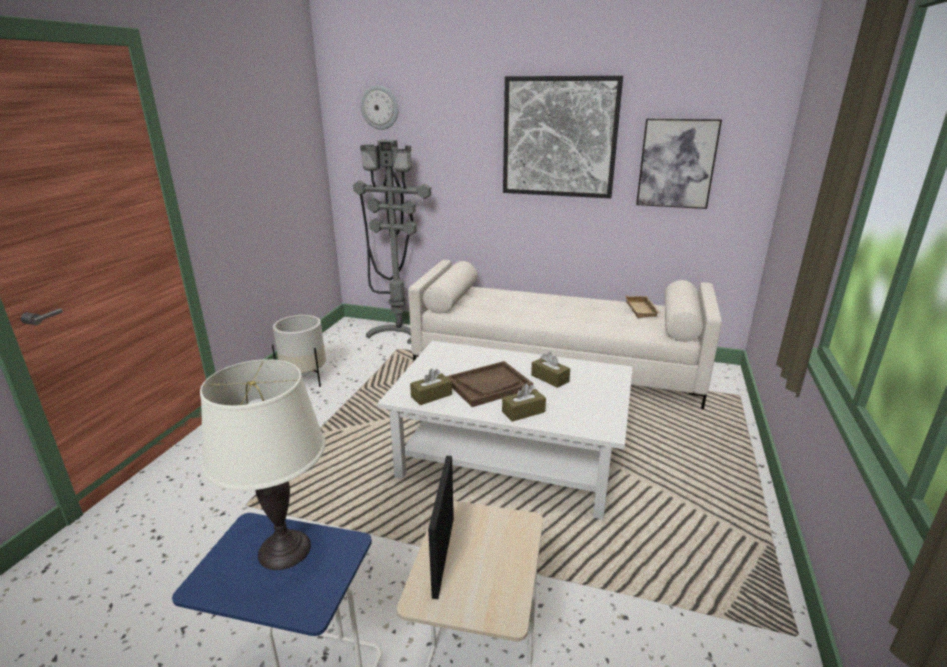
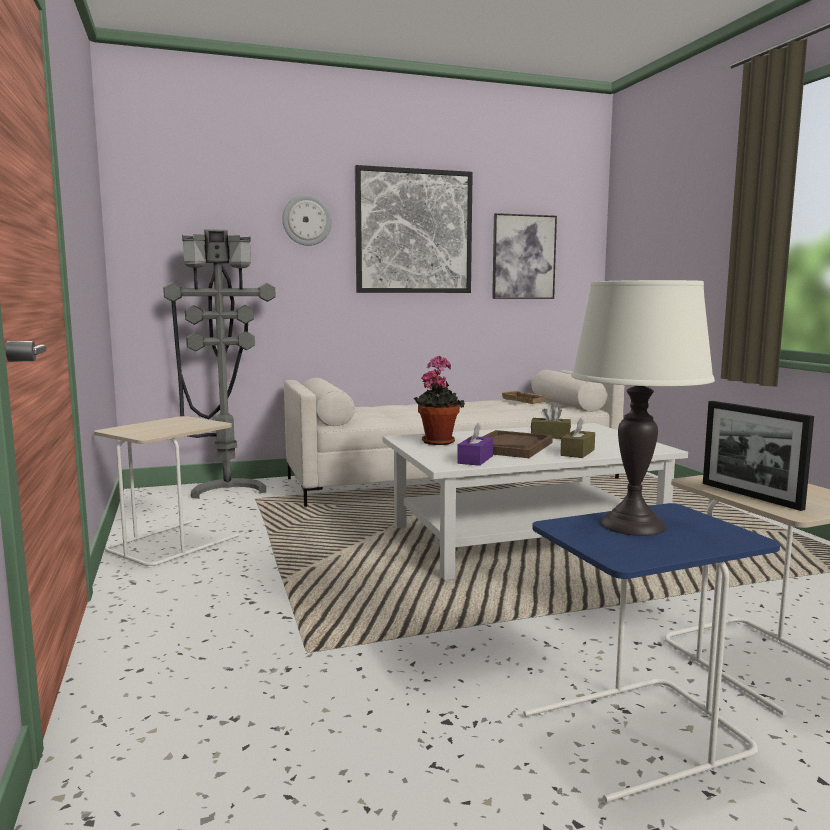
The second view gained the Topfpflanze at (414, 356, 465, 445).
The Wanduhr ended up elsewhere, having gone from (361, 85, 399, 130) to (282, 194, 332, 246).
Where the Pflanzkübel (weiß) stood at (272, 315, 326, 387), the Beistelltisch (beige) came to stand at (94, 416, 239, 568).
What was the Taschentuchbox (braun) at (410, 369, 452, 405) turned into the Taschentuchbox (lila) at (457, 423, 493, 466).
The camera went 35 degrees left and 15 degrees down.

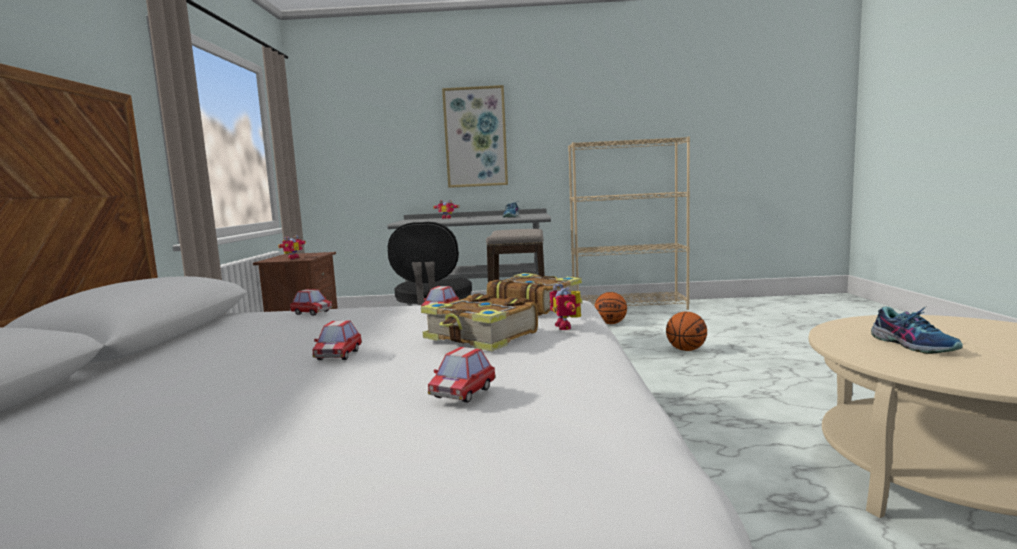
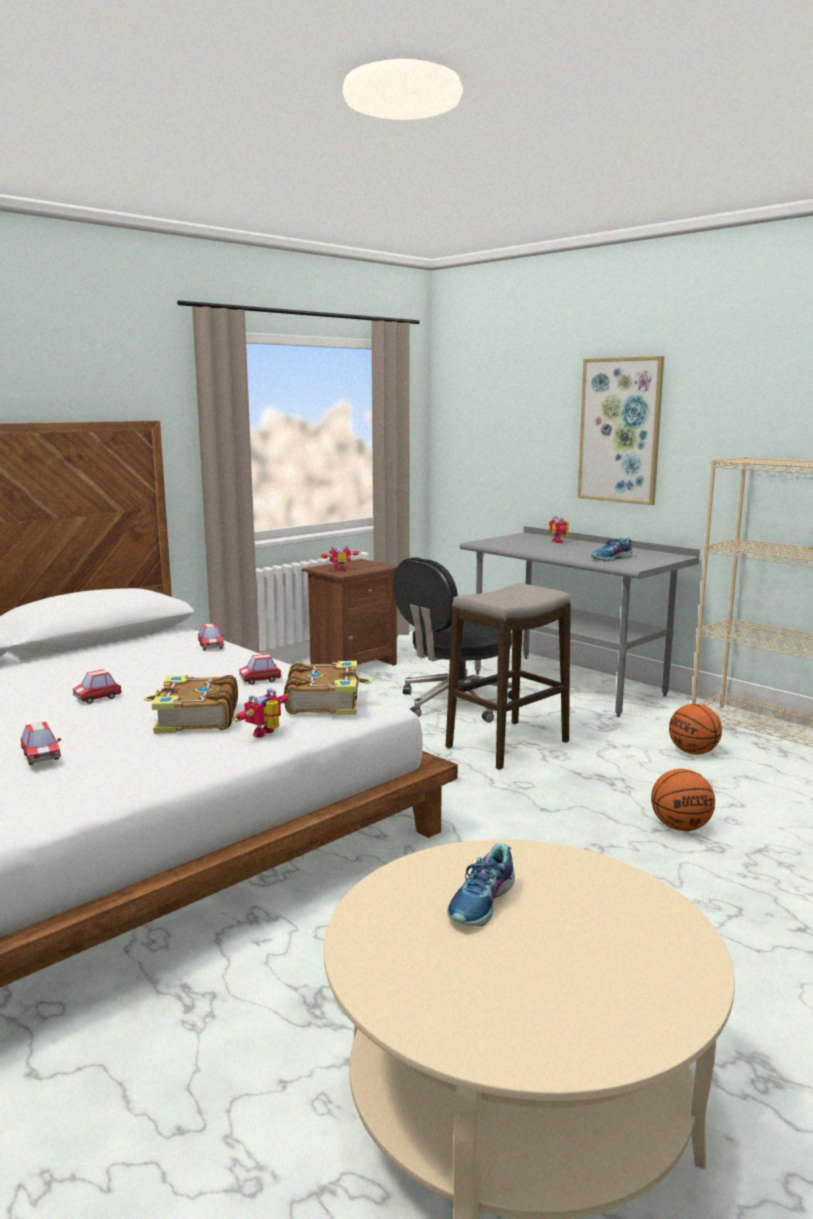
The Spielzeugauto at (428, 347, 496, 403) ended up facing another way, 105 degrees counterclockwise from before.
The camera went 45 degrees right and 5 degrees up.

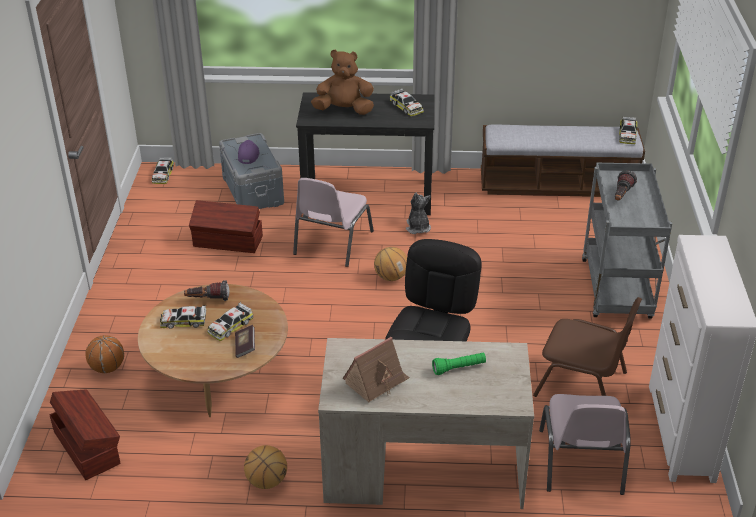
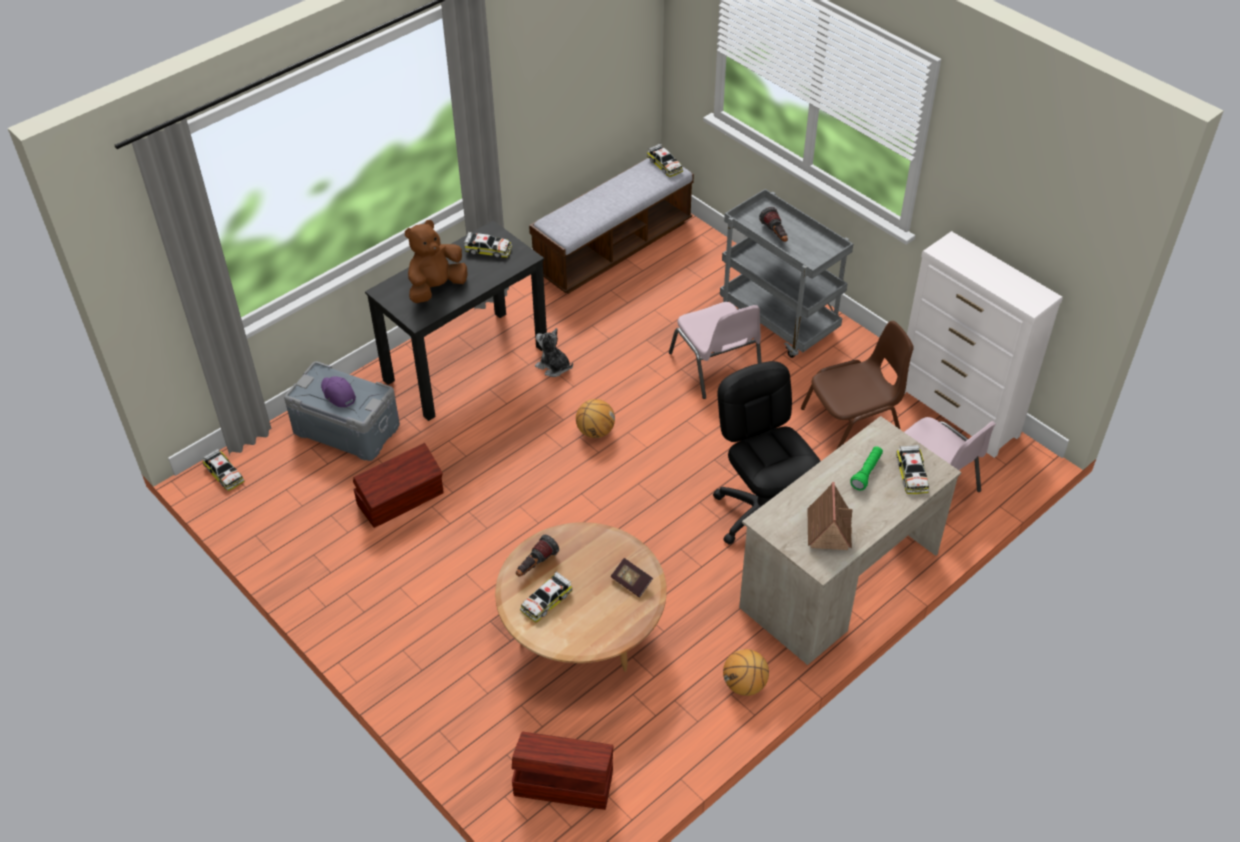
The second view lost the Basketball at (85, 335, 124, 373).
The Spielzeugauto ended up elsewhere, having gone from (207, 302, 253, 341) to (896, 445, 929, 494).
The Stuhl (rosa) ended up elsewhere, having gone from (293, 178, 374, 267) to (669, 302, 762, 399).
The camera went 45 degrees left and 10 degrees up.

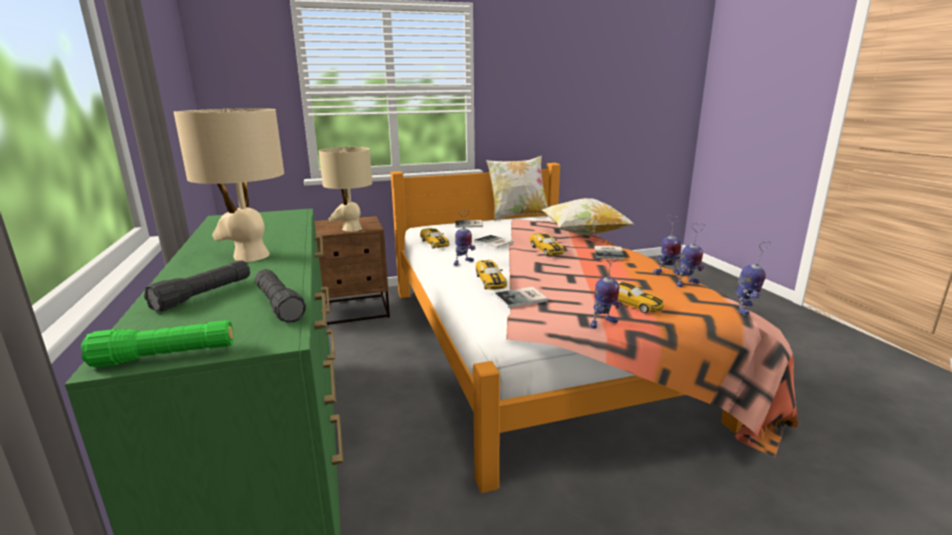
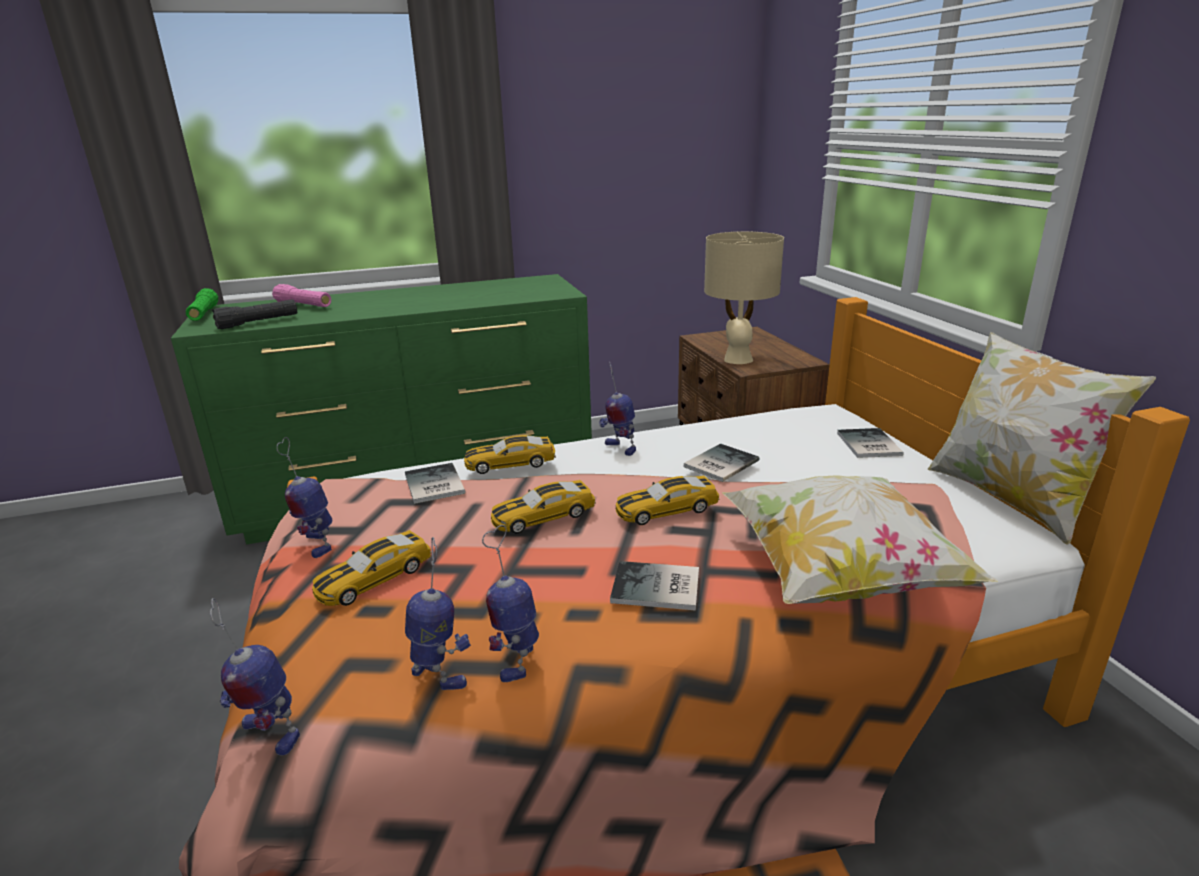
The second view lost the Tischlampe (beige) at (174, 108, 284, 262).
The Spielzeugauto ended up elsewhere, having gone from (420, 228, 450, 248) to (491, 480, 596, 534).
What was the Taschenlampe (schwarz) at (144, 260, 250, 312) turned into the Taschenlampe (rosa) at (272, 284, 331, 307).
The Spielzeugroboter at (676, 223, 705, 287) ended up facing another way, 150 degrees clockwise from before.
The camera went 90 degrees right and 5 degrees up.

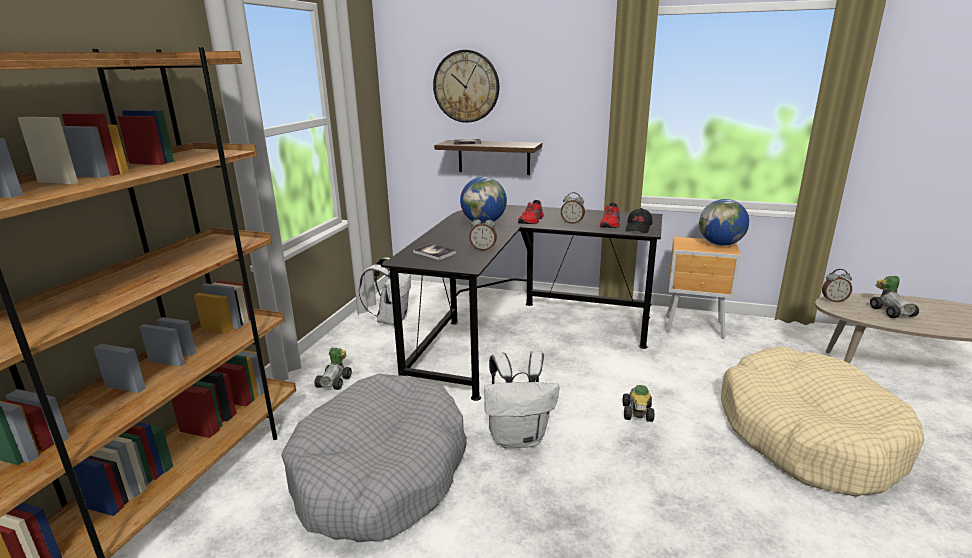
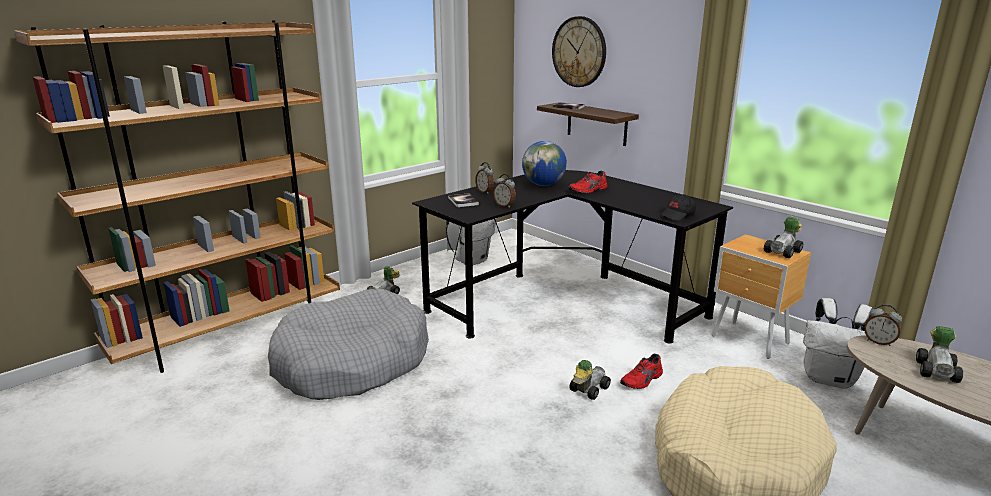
The Rucksack (weiß) ended up elsewhere, having gone from (484, 351, 559, 448) to (803, 298, 873, 389).
The Wecker ended up elsewhere, having gone from (561, 192, 585, 224) to (475, 162, 494, 194).
The Schuh (rot) ended up elsewhere, having gone from (600, 203, 620, 228) to (620, 353, 663, 389).
Where the Globus stood at (699, 199, 749, 246), the Spielzeugauto came to stand at (764, 216, 803, 258).
The camera went 30 degrees right and 0 degrees up.

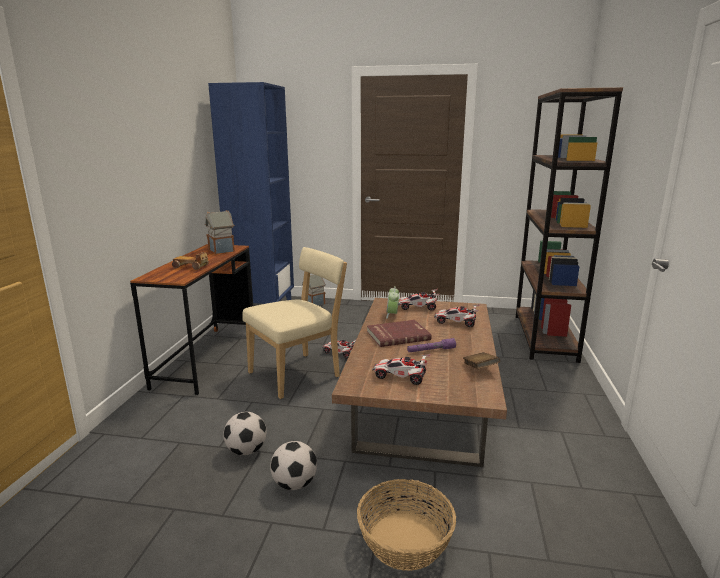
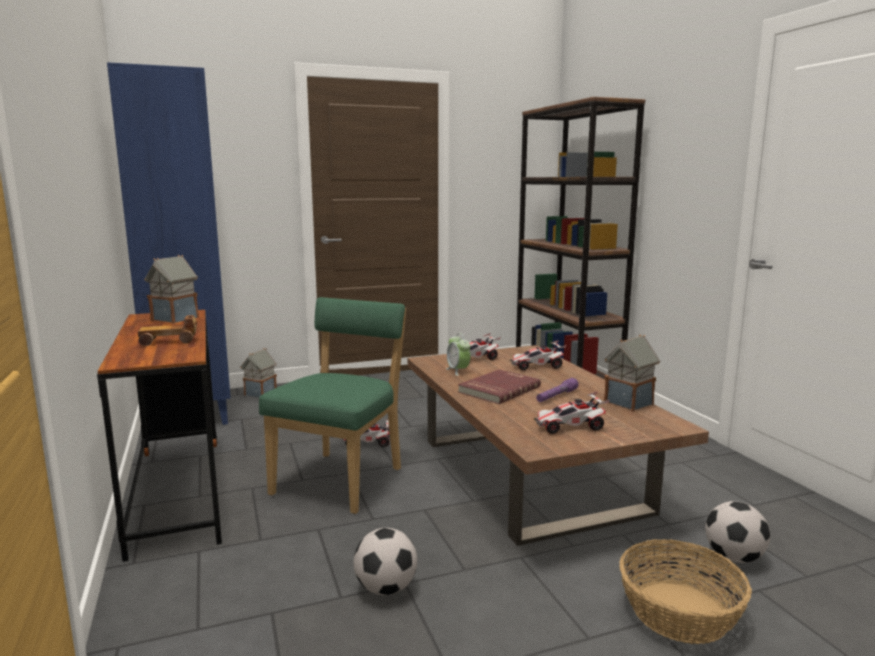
The Fußball ended up elsewhere, having gone from (270, 441, 317, 490) to (705, 501, 770, 563).
Where the Buch (braun) stood at (463, 352, 500, 369), the Spielzeughaus came to stand at (604, 335, 660, 412).
What was the Stuhl (beige) at (242, 247, 347, 399) turned into the Stuhl (grün) at (259, 297, 406, 514).
The camera went 30 degrees left and 5 degrees down.

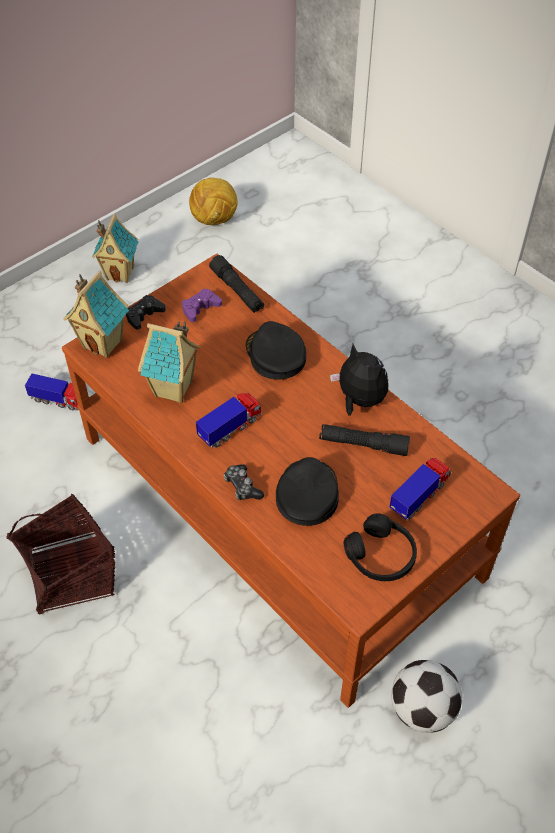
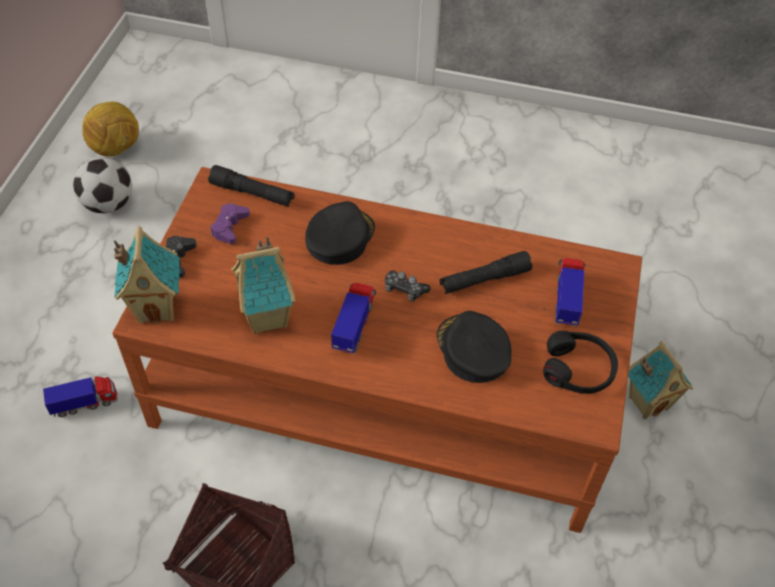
The second view lost the Plüschtier at (330, 344, 388, 416).
The Spielzeughaus ended up elsewhere, having gone from (92, 214, 139, 283) to (628, 341, 693, 419).
The Gamepad ended up elsewhere, having gone from (224, 464, 264, 500) to (385, 270, 431, 302).
The Fußball ended up elsewhere, having gone from (391, 660, 462, 733) to (73, 156, 132, 214).
The Kappe (schwarz) at (246, 321, 306, 380) ended up facing another way, 90 degrees clockwise from before.
The camera went 35 degrees left and 0 degrees up.

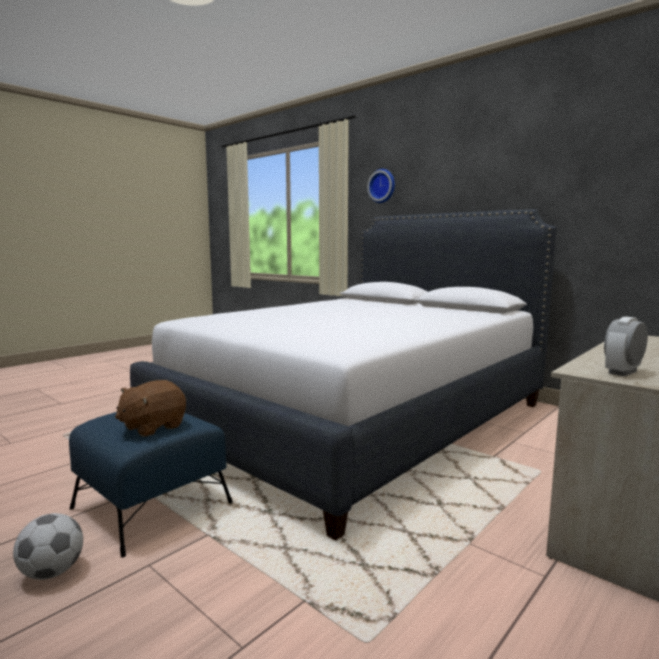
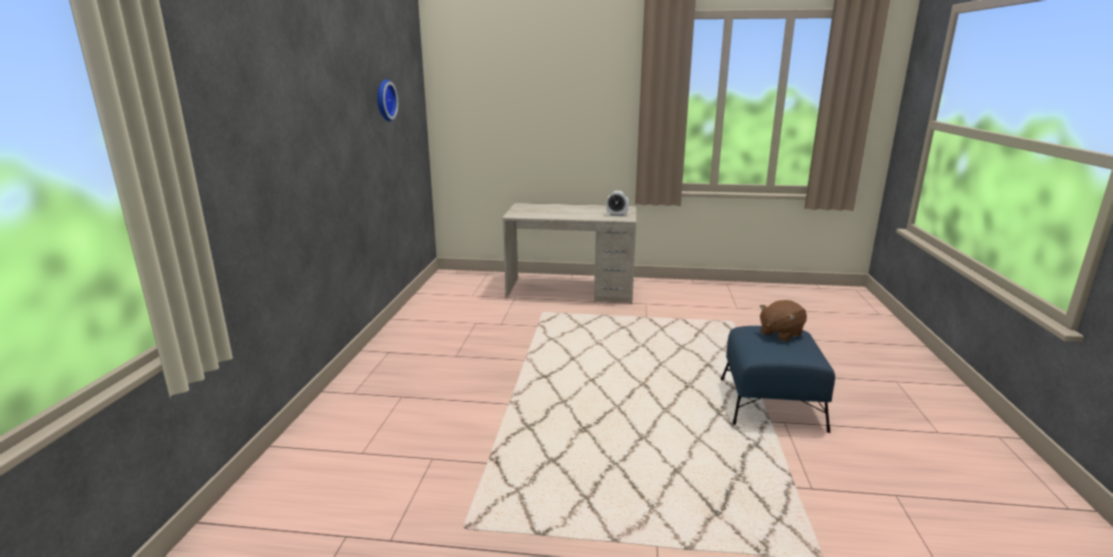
The second view lost the Fußball at (13, 513, 83, 580).
The second view lost the Bett (weiß) at (130, 209, 557, 540).
The Wanduhr ended up elsewhere, having gone from (367, 169, 395, 203) to (377, 79, 398, 121).
The Plüschtier (braun) at (115, 380, 186, 437) ended up facing another way, 135 degrees clockwise from before.
The camera went 125 degrees left and 10 degrees up.

